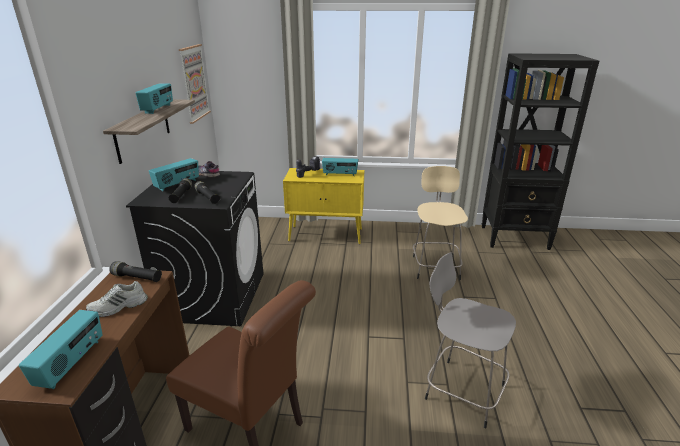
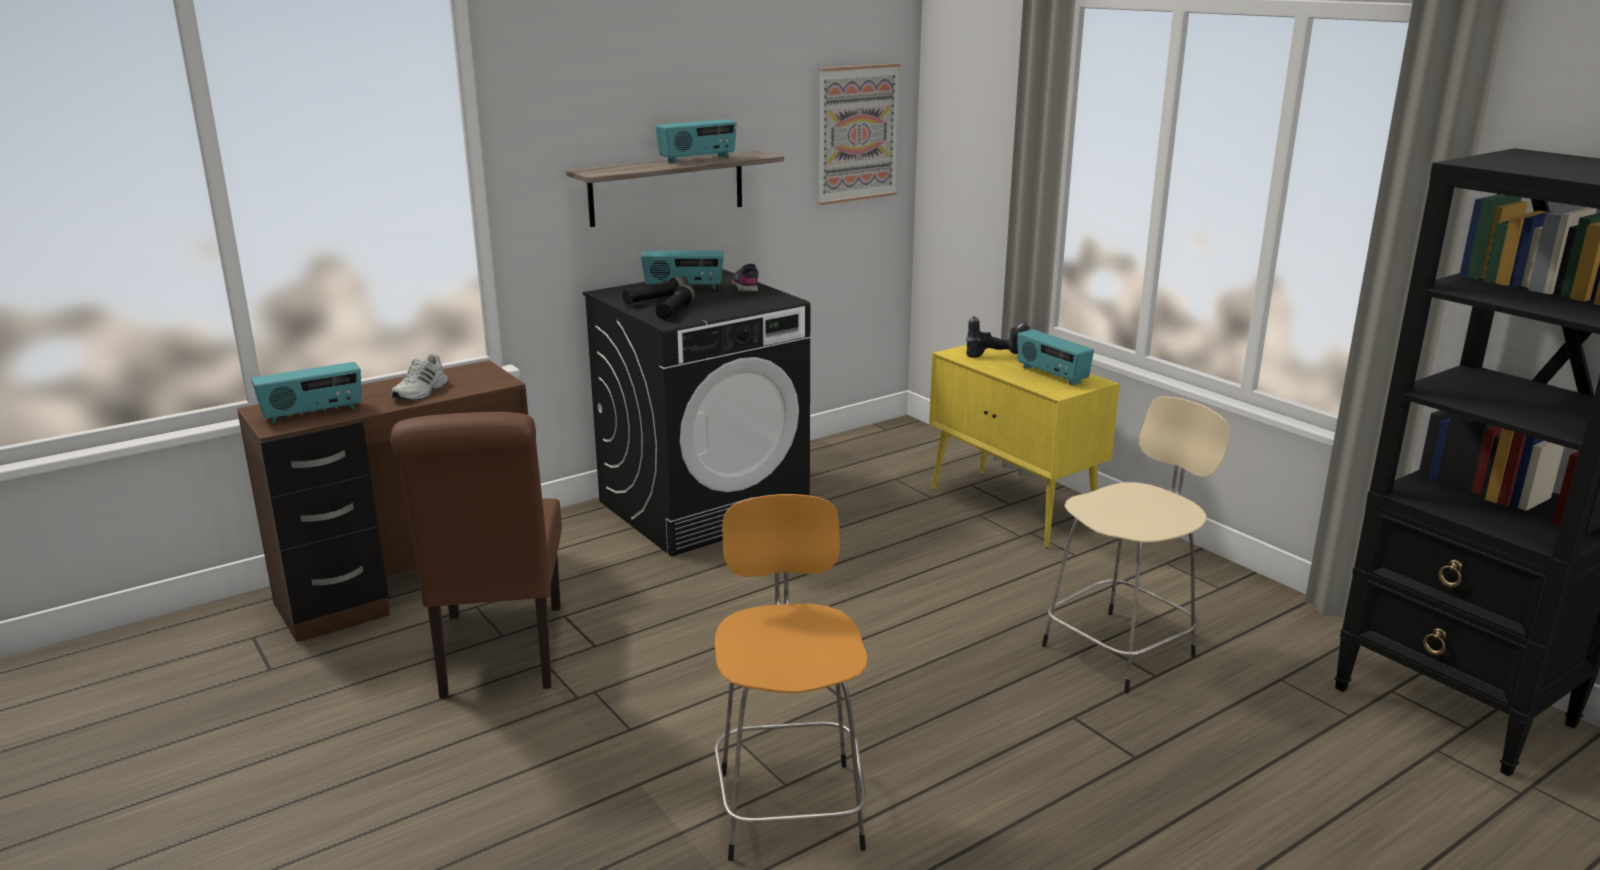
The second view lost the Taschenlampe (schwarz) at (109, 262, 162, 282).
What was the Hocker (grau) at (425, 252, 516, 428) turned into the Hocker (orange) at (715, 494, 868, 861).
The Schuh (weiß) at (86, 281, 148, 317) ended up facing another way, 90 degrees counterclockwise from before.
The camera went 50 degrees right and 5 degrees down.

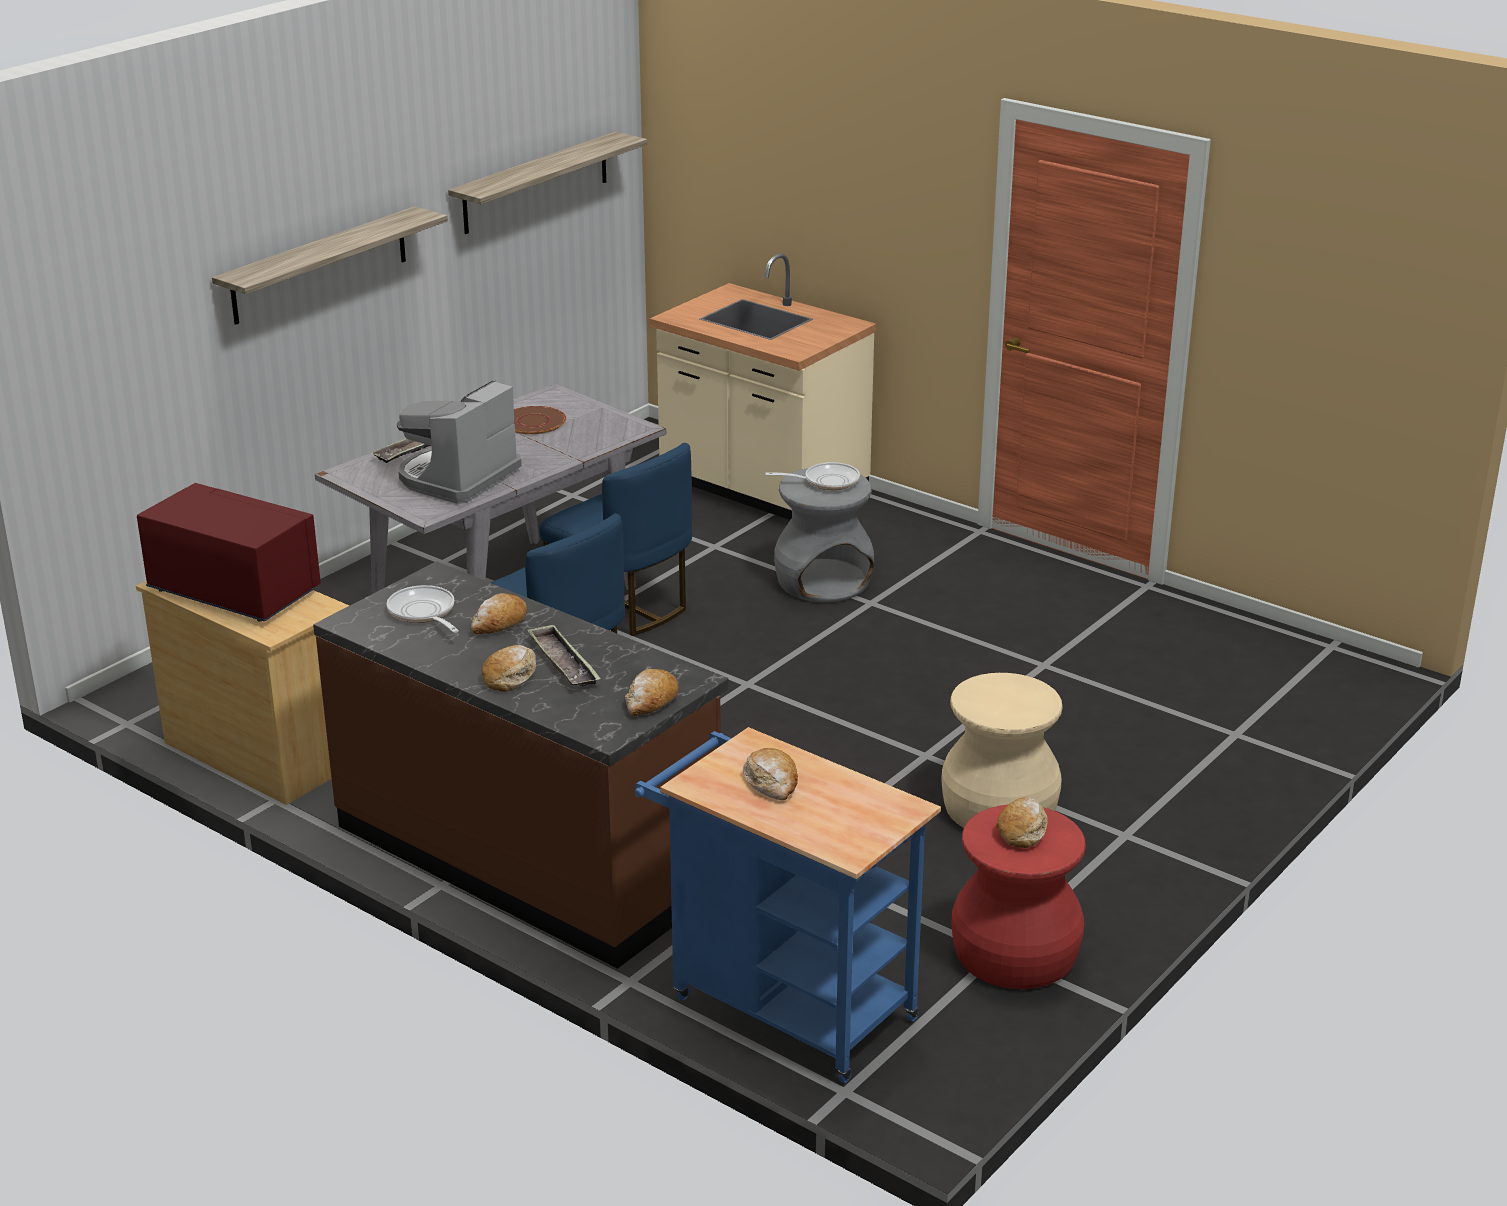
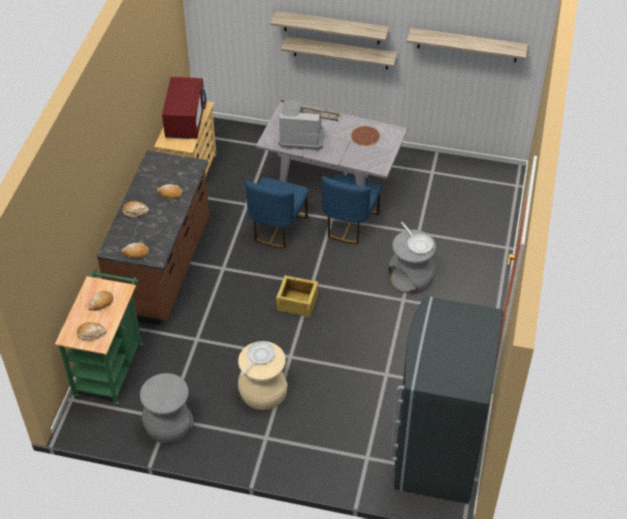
The second view lost the Tablett at (527, 624, 601, 686).
The second view lost the Küchenzeile (beige) at (650, 253, 876, 520).
The second view gained the Kiste at (276, 275, 318, 317).
The second view gained the Wandregal at (281, 36, 397, 70).
The second view gained the Kühlschrank (grau) at (390, 296, 504, 504).
The Pfanne ended up elsewhere, having gone from (387, 585, 459, 633) to (240, 341, 275, 375).
The Brot ended up elsewhere, having gone from (997, 797, 1048, 848) to (77, 322, 106, 340).
What was the Rollwagen (blau) at (635, 727, 941, 1083) turned into the Rollwagen (grün) at (55, 270, 144, 407).
What was the Hocker (rot) at (952, 804, 1086, 989) turned into the Hocker (grau) at (140, 373, 193, 444).
The camera went 65 degrees right and 20 degrees up.

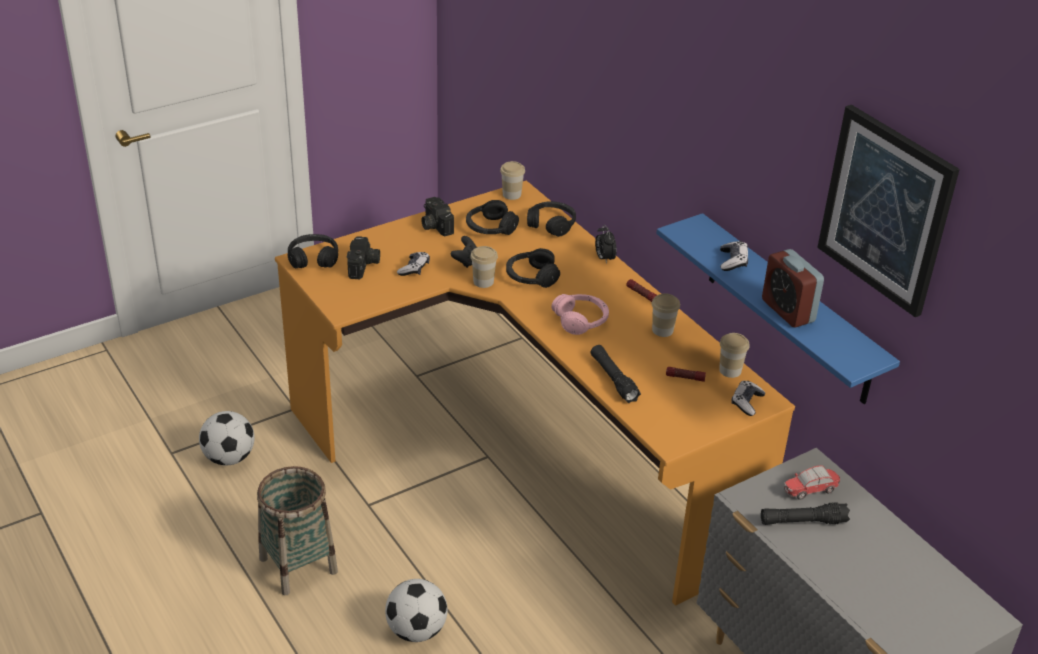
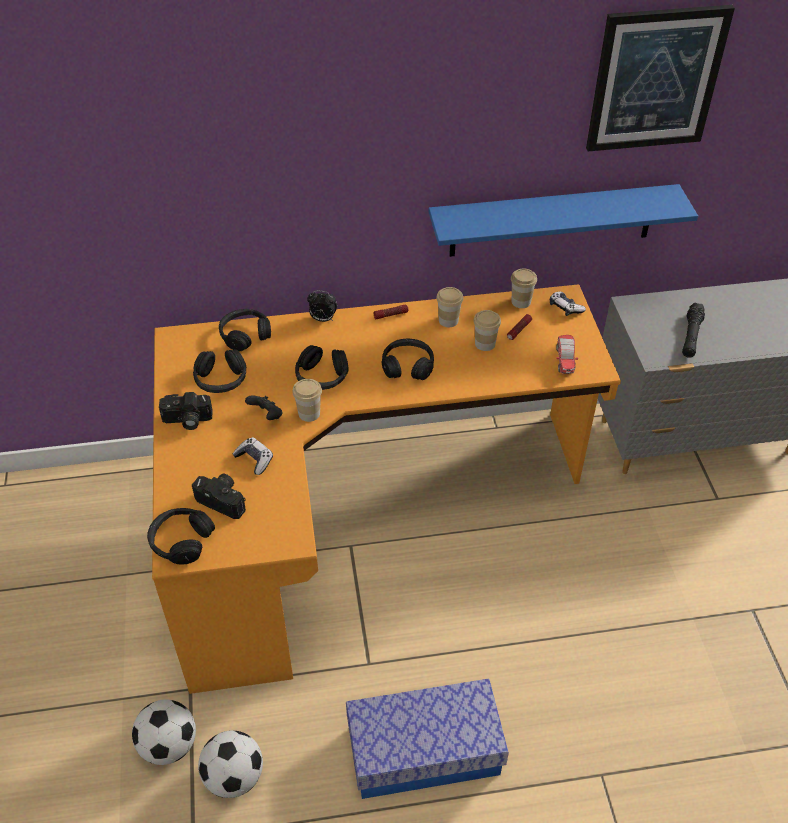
The second view lost the Taschenlampe (schwarz) at (591, 345, 641, 403).
The second view lost the Gamepad at (720, 241, 748, 271).
The second view lost the Wecker at (762, 249, 824, 328).
The Fußball ended up elsewhere, having gone from (385, 579, 448, 642) to (132, 699, 196, 765).
The Tasse ended up elsewhere, having gone from (500, 161, 525, 200) to (473, 310, 501, 351).
The Spielzeugauto ended up elsewhere, having gone from (784, 465, 840, 500) to (556, 335, 578, 374).
Where the Korb stood at (257, 466, 338, 595), the Aufbewahrungsbox came to stand at (346, 679, 509, 799).
What was the Kopfhörer (rosa) at (551, 294, 609, 335) turned into the Kopfhörer (schwarz) at (382, 339, 434, 380).
The camera went 65 degrees left and 10 degrees up.

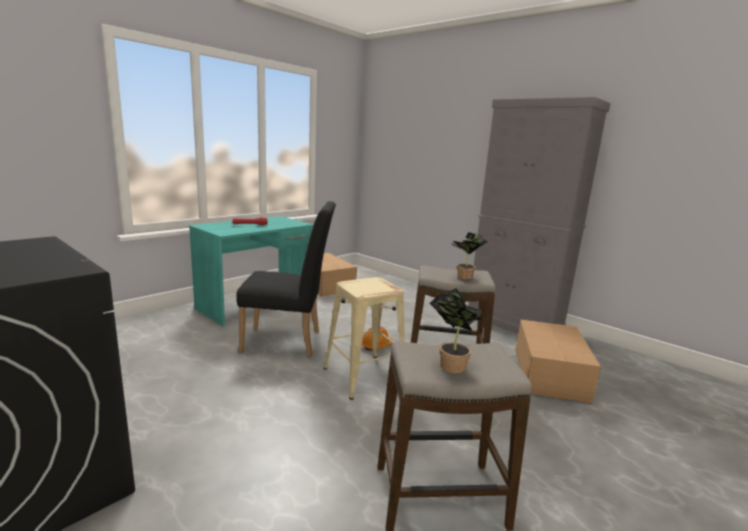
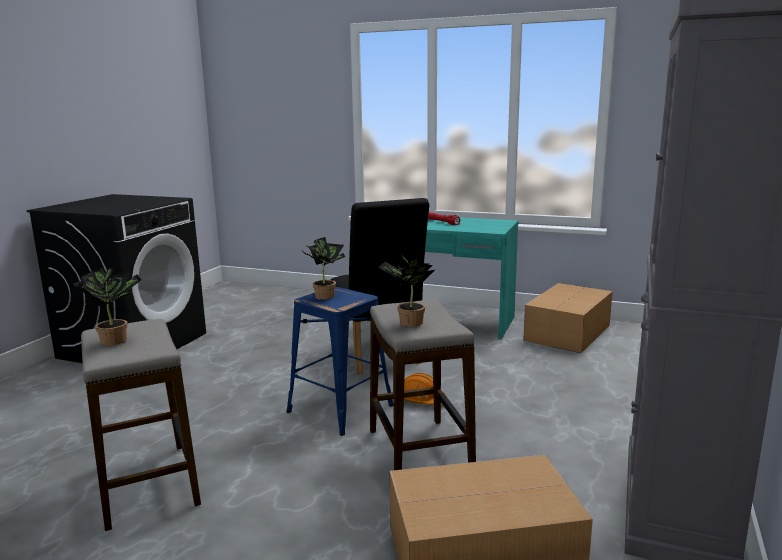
The second view gained the Topfpflanze at (303, 237, 346, 300).
What was the Hocker (beige) at (324, 277, 404, 400) turned into the Hocker (blau) at (287, 287, 394, 436).
The camera went 70 degrees right and 0 degrees up.

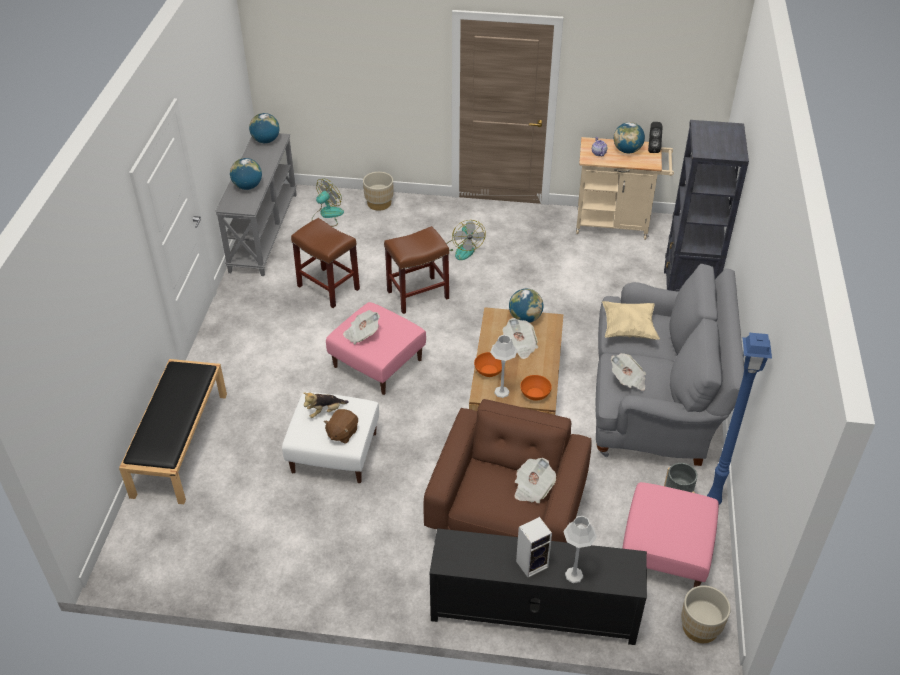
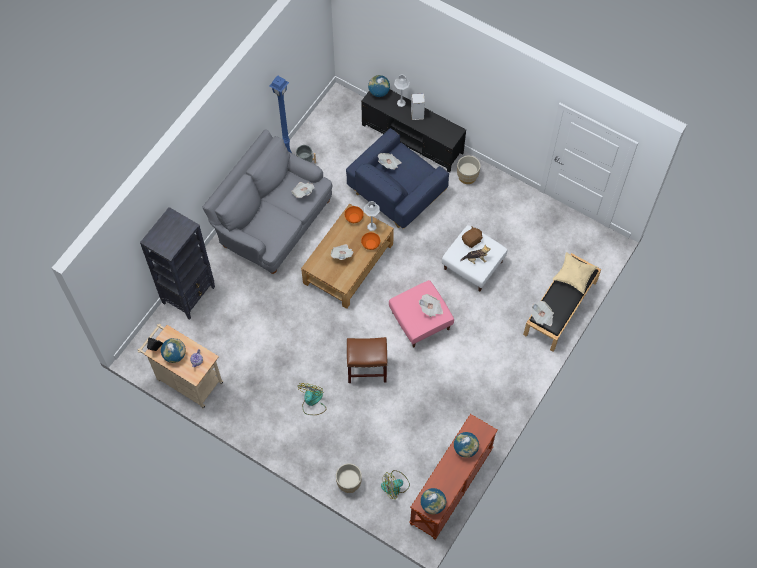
The second view lost the Hocker (braun) at (291, 218, 360, 308).
The second view lost the Polsterhocker (rosa) at (622, 482, 719, 588).
The second view gained the Zeitung at (532, 301, 554, 326).
The Globus ended up elsewhere, having gone from (509, 289, 544, 323) to (368, 75, 390, 97).
The Kissen (beige) ended up elsewhere, having gone from (602, 301, 660, 340) to (553, 252, 598, 294).
The Pflanzkübel (beige) ended up elsewhere, having gone from (681, 585, 731, 643) to (457, 156, 480, 184).
What was the Konsolentisch (grau) at (215, 133, 297, 276) turned into the Konsolentisch (braun) at (409, 414, 498, 540).
What was the Sessel (braun) at (423, 399, 592, 543) turned into the Sessel (blau) at (346, 128, 449, 229).
The camera went 155 degrees left and 20 degrees up.

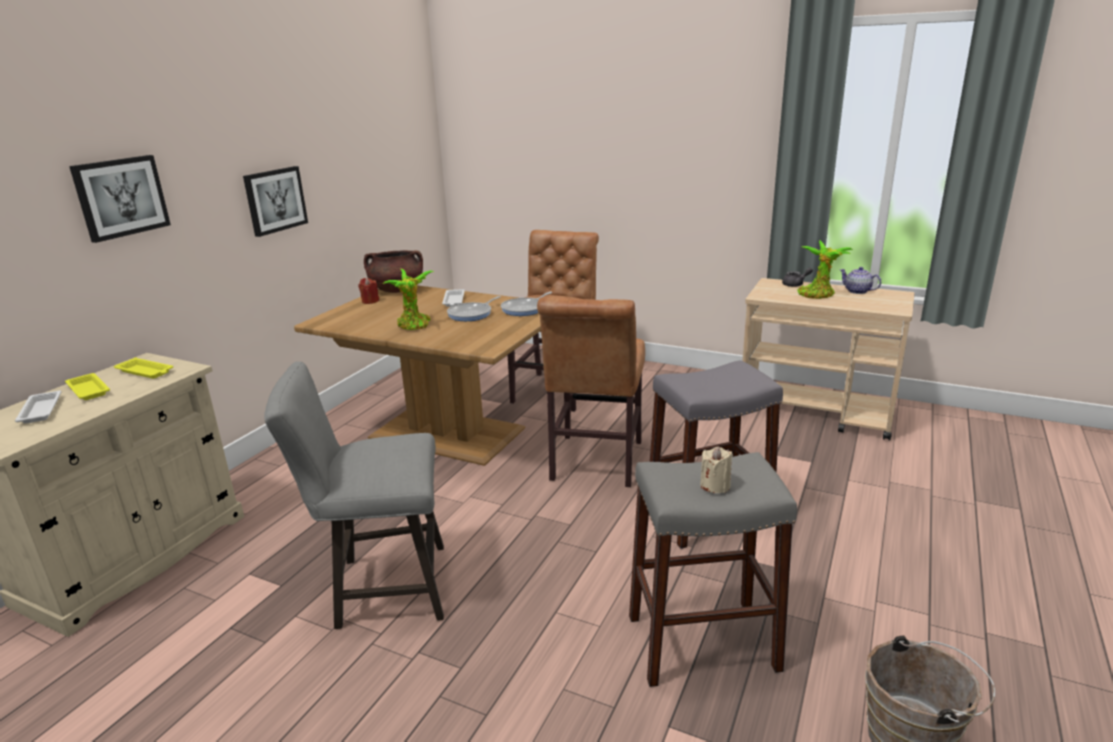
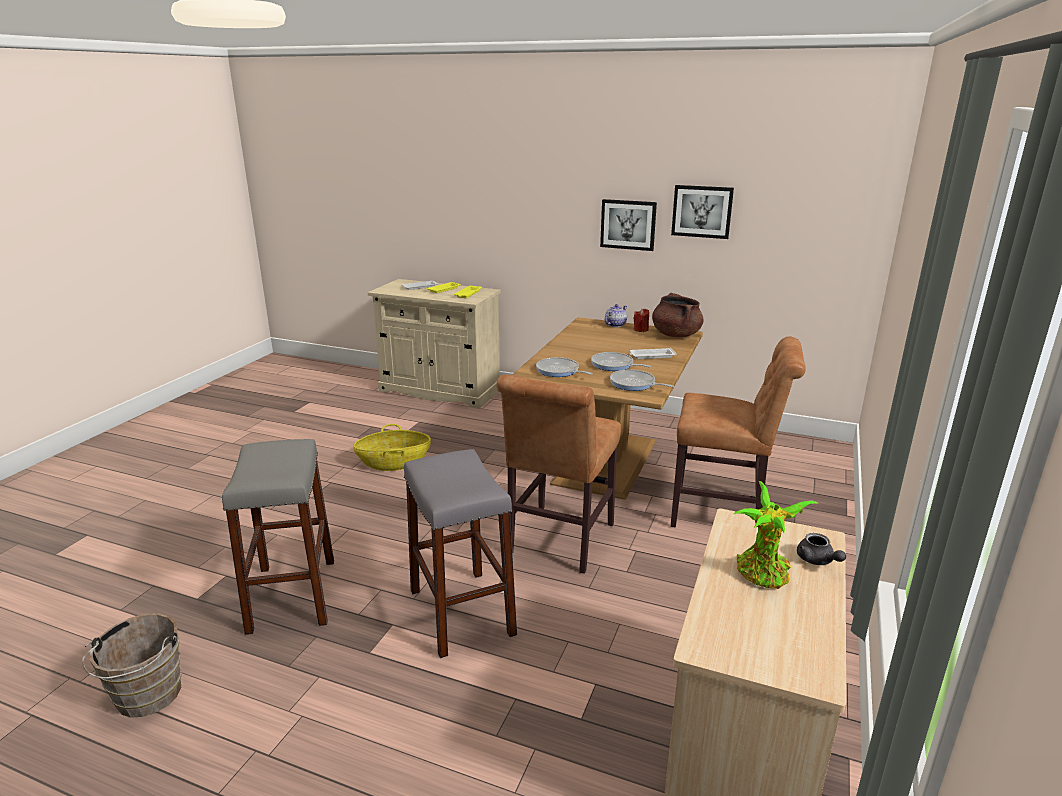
The second view lost the Topfpflanze at (383, 269, 434, 330).
The second view lost the Kerze (beige) at (700, 447, 733, 493).
The second view gained the Pfanne at (536, 357, 593, 377).
The Bild ended up elsewhere, having gone from (69, 155, 171, 243) to (671, 185, 734, 239).
The Teekanne ended up elsewhere, having gone from (840, 267, 881, 294) to (605, 304, 627, 327).
Where the Hocker (grau) stood at (264, 362, 444, 629), the Korb came to stand at (354, 424, 431, 471).
The Stuhl (braun) at (537, 297, 645, 487) ended up facing another way, 75 degrees counterclockwise from before.
The camera went 85 degrees right and 0 degrees up.

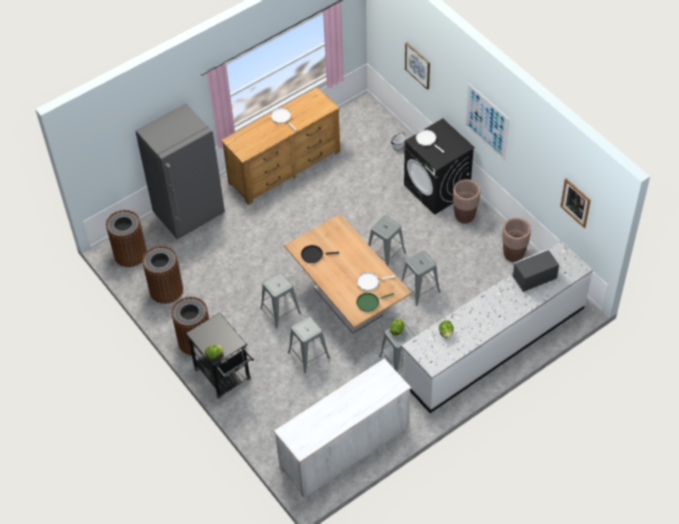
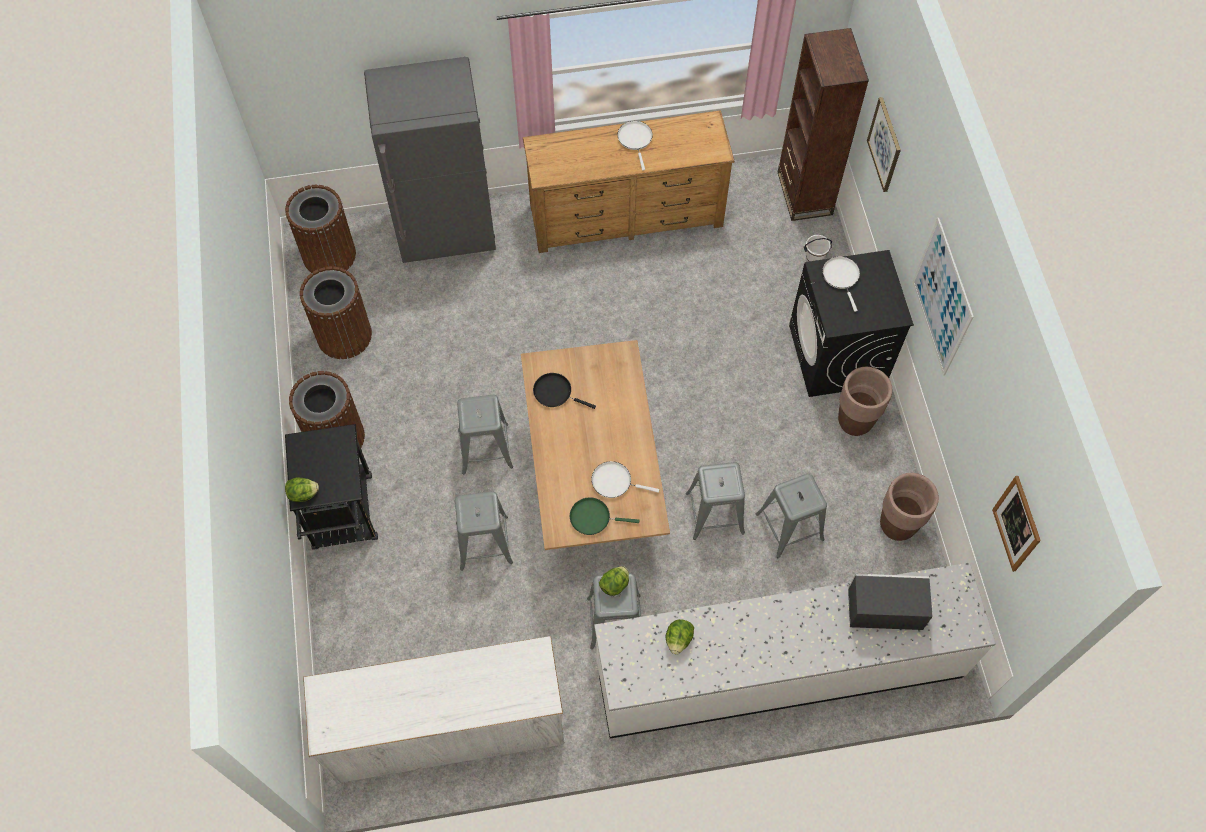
The second view gained the Bücherregal (braun) at (778, 28, 869, 221).
The Hocker (grau) ended up elsewhere, having gone from (368, 216, 406, 267) to (756, 474, 827, 558).
The camera went 25 degrees right and 10 degrees up.

